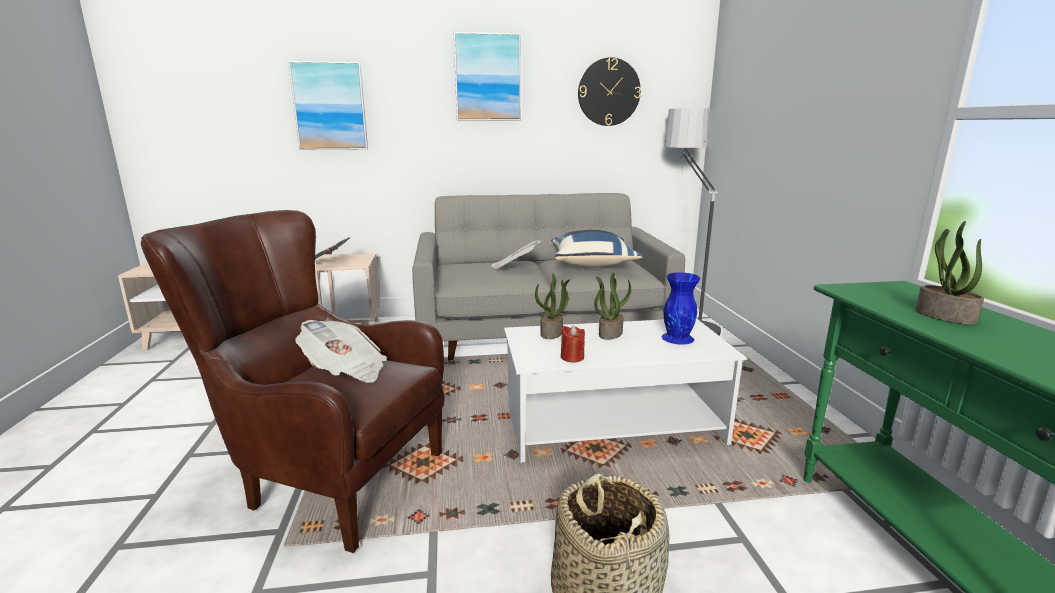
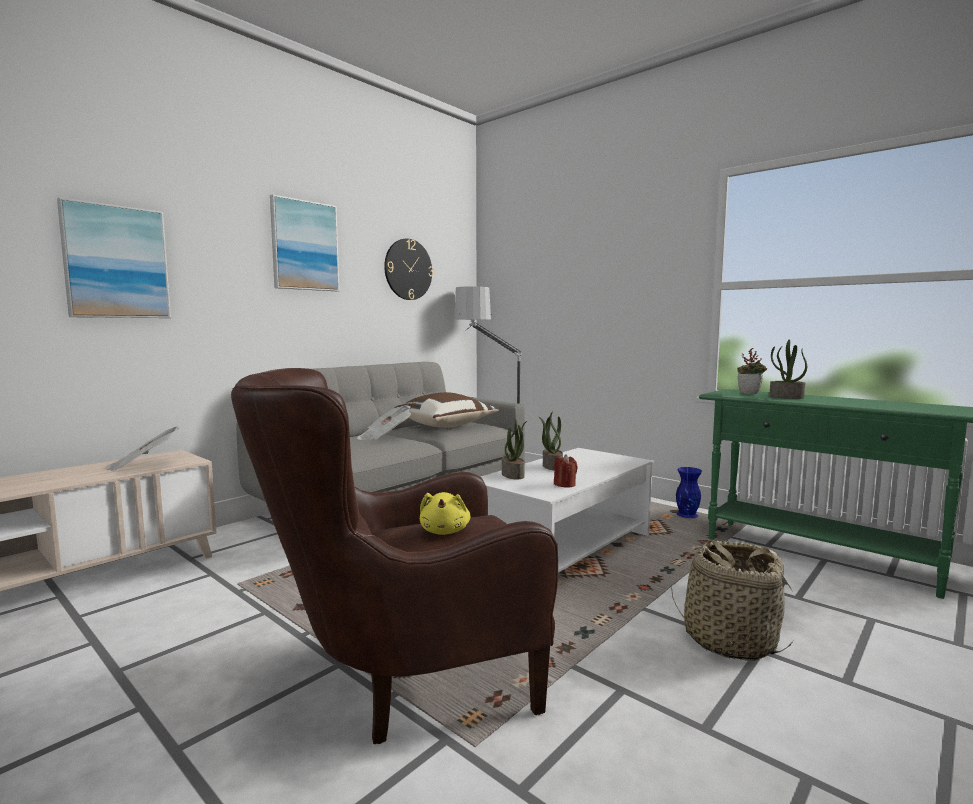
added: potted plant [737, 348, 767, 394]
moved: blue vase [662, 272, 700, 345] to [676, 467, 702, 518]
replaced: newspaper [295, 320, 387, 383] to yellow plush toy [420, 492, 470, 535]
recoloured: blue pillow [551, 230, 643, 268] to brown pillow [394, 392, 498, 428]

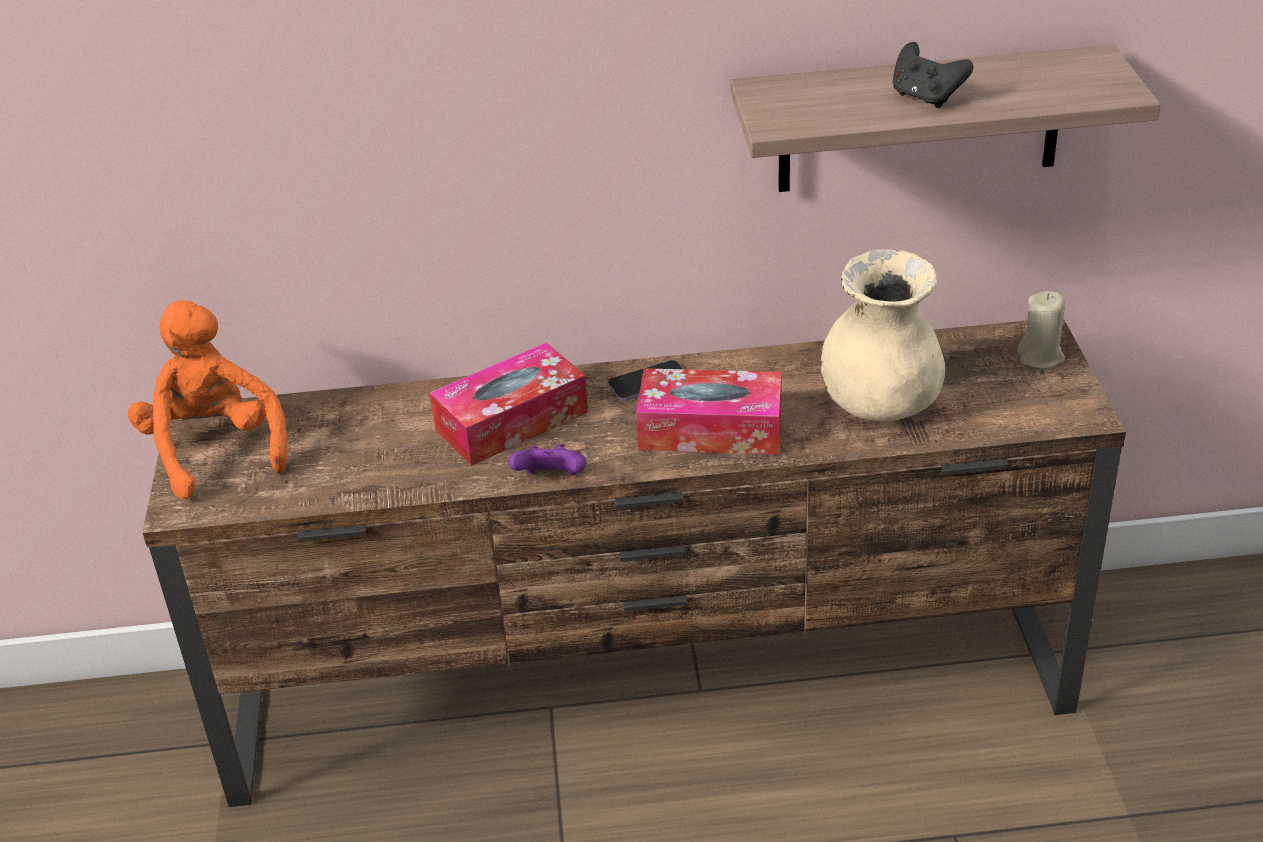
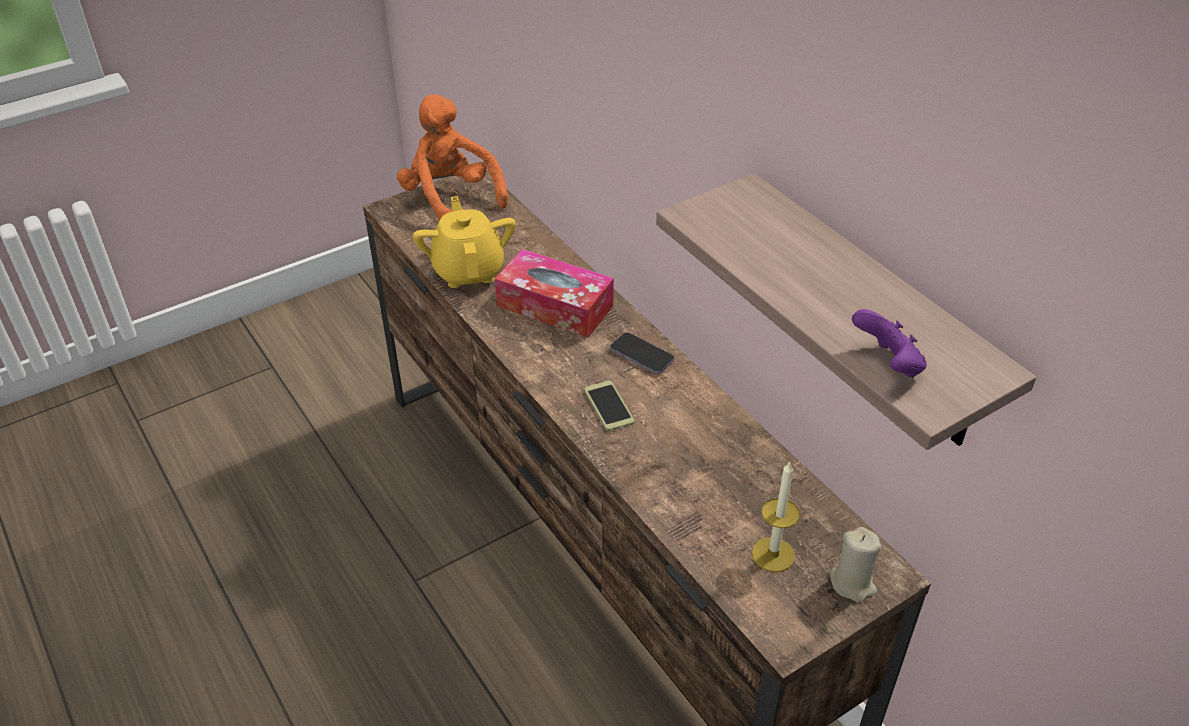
removed: beige vase [820, 250, 945, 421]; black game controller [893, 42, 973, 108]
added: yellow teapot [413, 196, 516, 288]; candle [752, 461, 800, 572]
moved: purple game controller [508, 444, 586, 475] to [852, 309, 927, 378]
replaced: tissue box [636, 368, 782, 455] to phone [584, 381, 634, 431]
turned: orange plush toy [128, 300, 287, 499] = [397, 94, 508, 221] 75 degrees counterclockwise

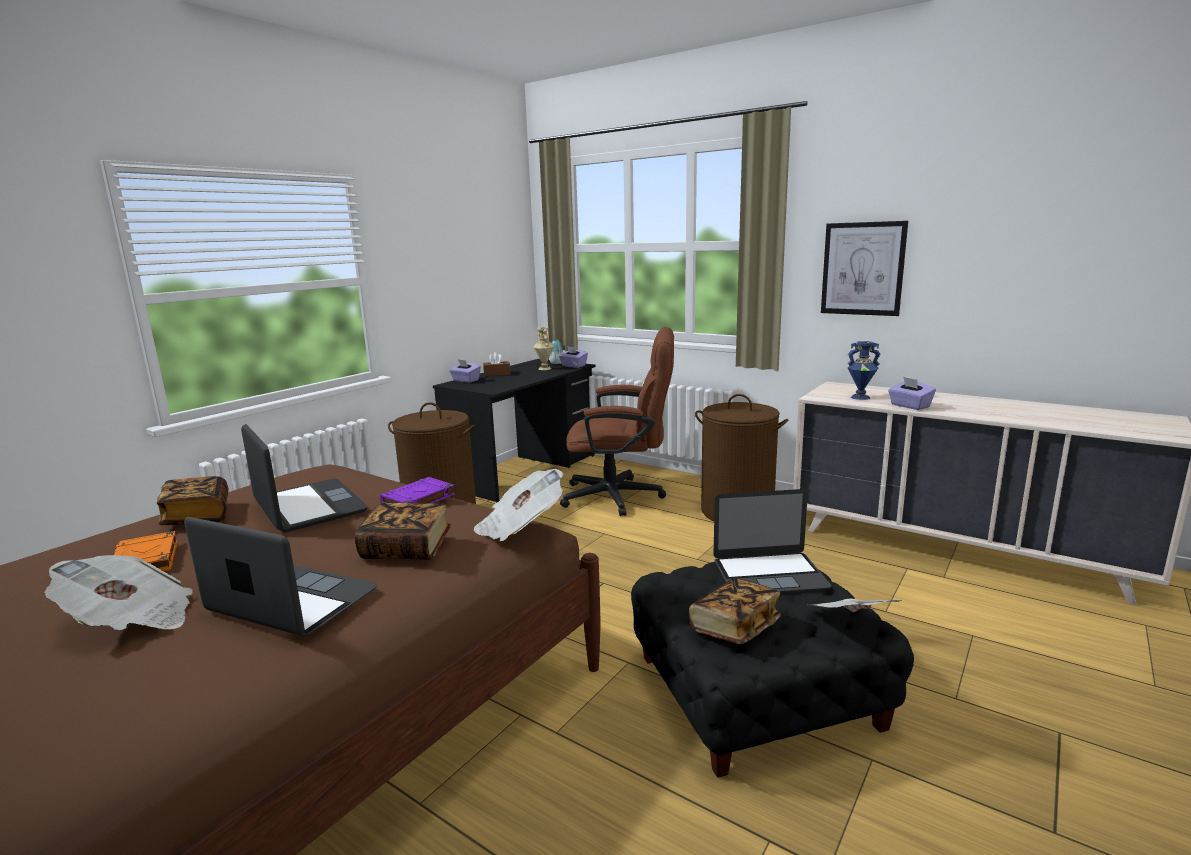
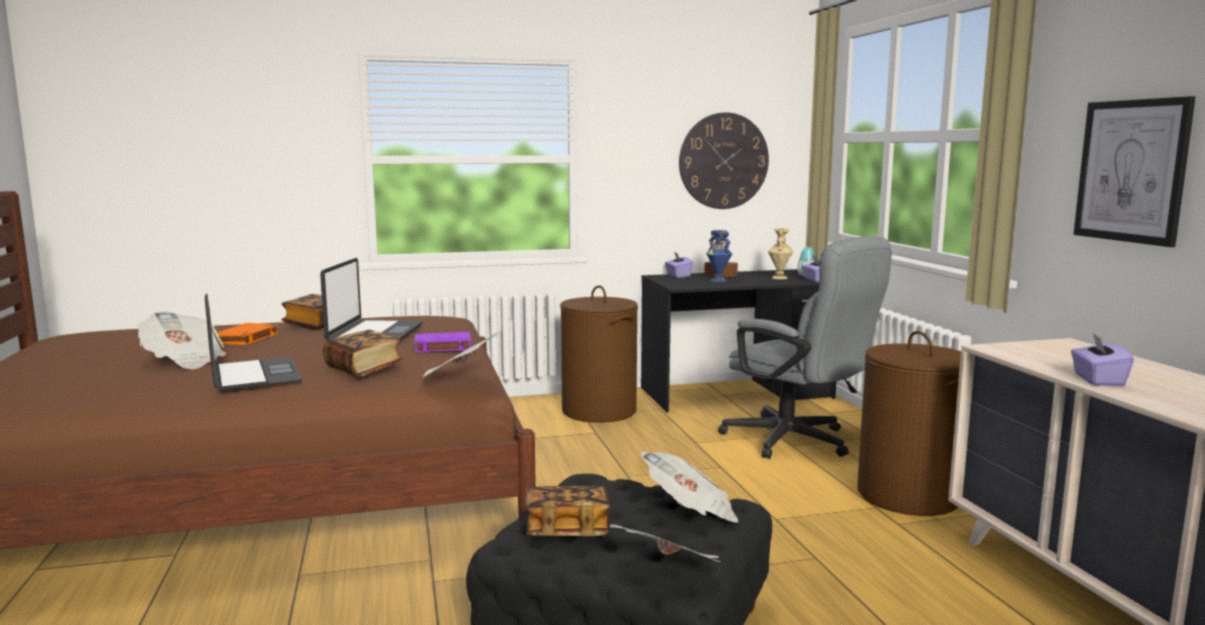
added: wall clock [679, 113, 769, 209]
moved: blue vase [847, 341, 881, 400] to [706, 230, 732, 282]
replaced: laptop [714, 489, 831, 592] to newspaper [641, 451, 739, 523]
recoloured: brown office chair [560, 327, 674, 516] to grey office chair [718, 236, 892, 459]

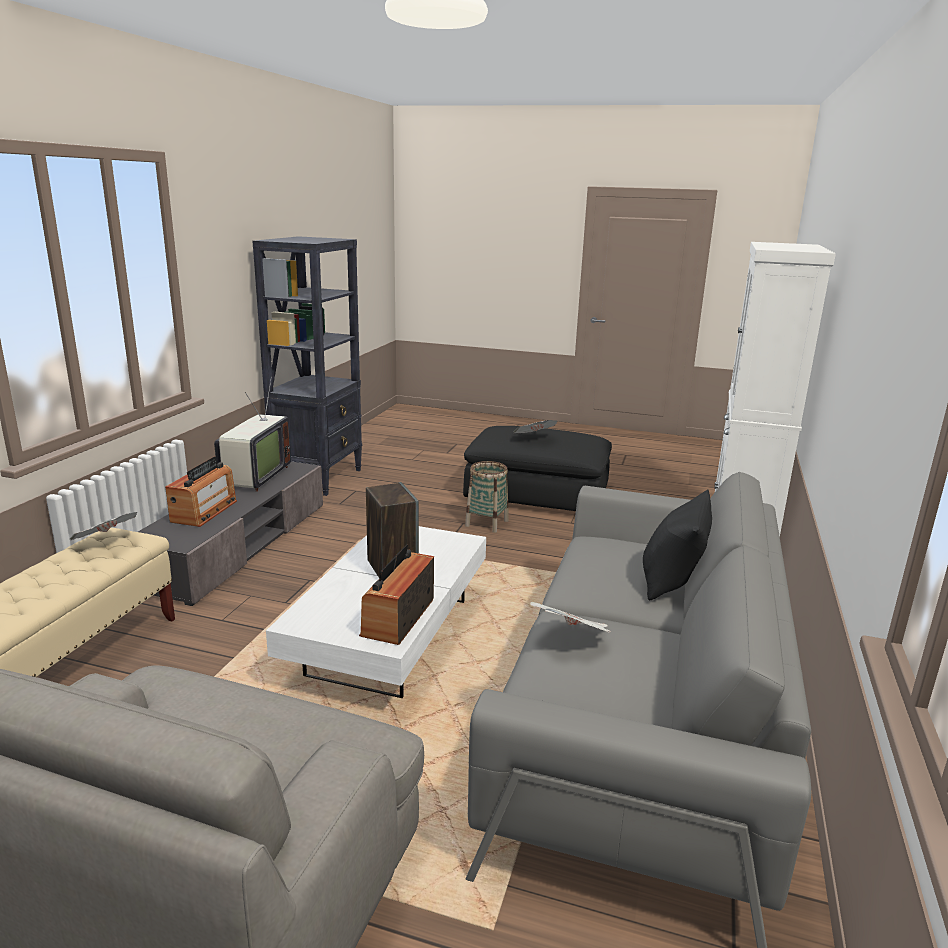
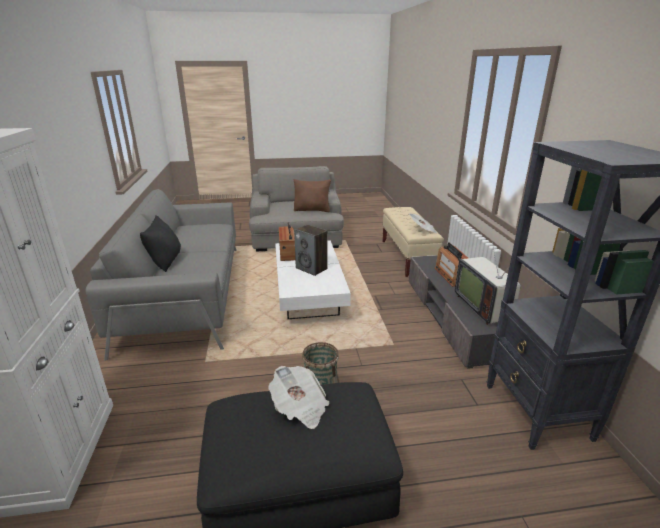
removed: newspaper [530, 602, 611, 633]
added: brown pillow [294, 179, 331, 212]

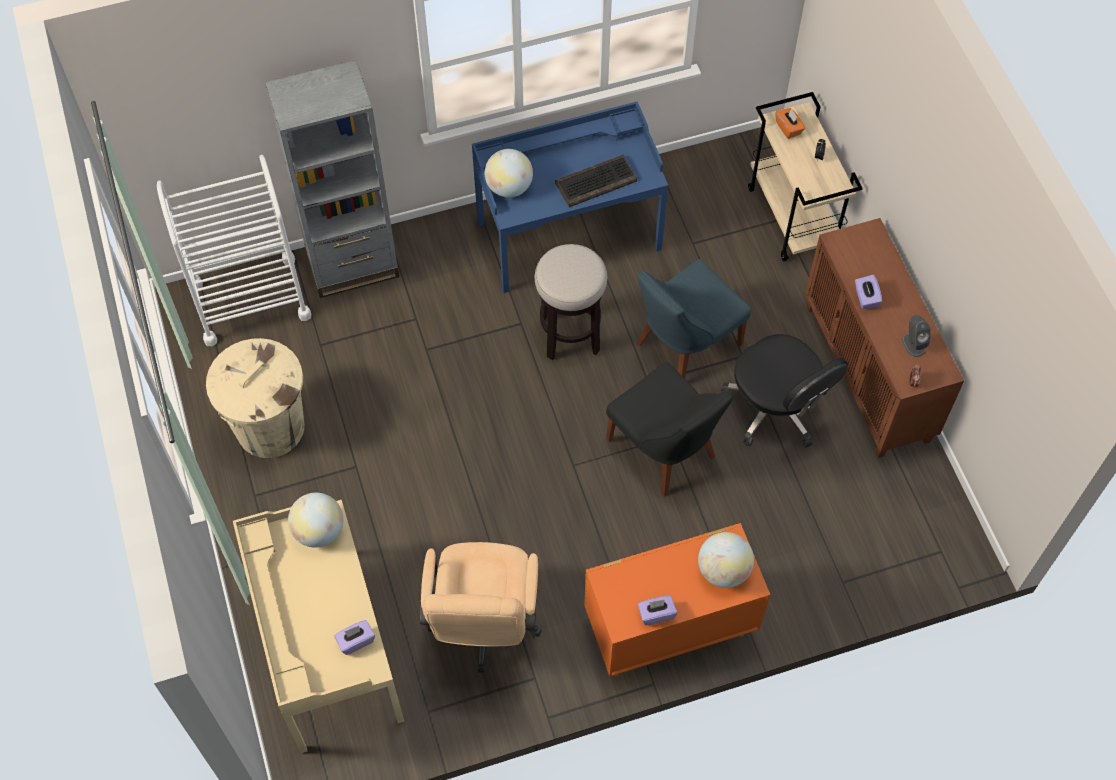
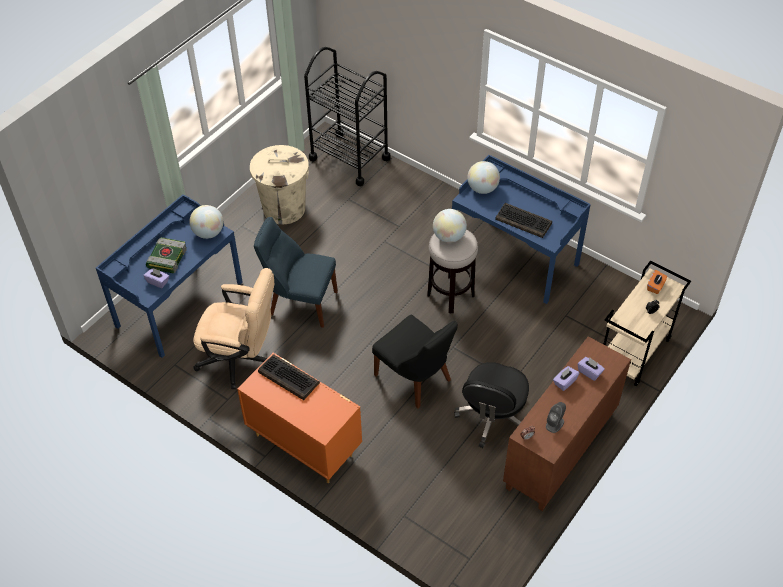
removed: grey bookcase [265, 60, 399, 298]
added: book [146, 237, 187, 273]; keyboard [258, 354, 320, 400]
moved: blue chair [636, 259, 751, 378] to [254, 217, 338, 328]; globe [698, 532, 754, 588] to [433, 209, 467, 243]; purple tissue box [638, 596, 677, 625] to [578, 357, 605, 381]
recoloured: beige desk [233, 500, 404, 753] to blue desk [96, 194, 243, 358]; white cart [157, 155, 311, 346] to black cart [304, 47, 391, 186]
turned: beige office chair [420, 542, 542, 673] = [193, 268, 274, 389] 135 degrees counterclockwise; black chair [606, 362, 733, 497] = [372, 315, 458, 409] 60 degrees counterclockwise

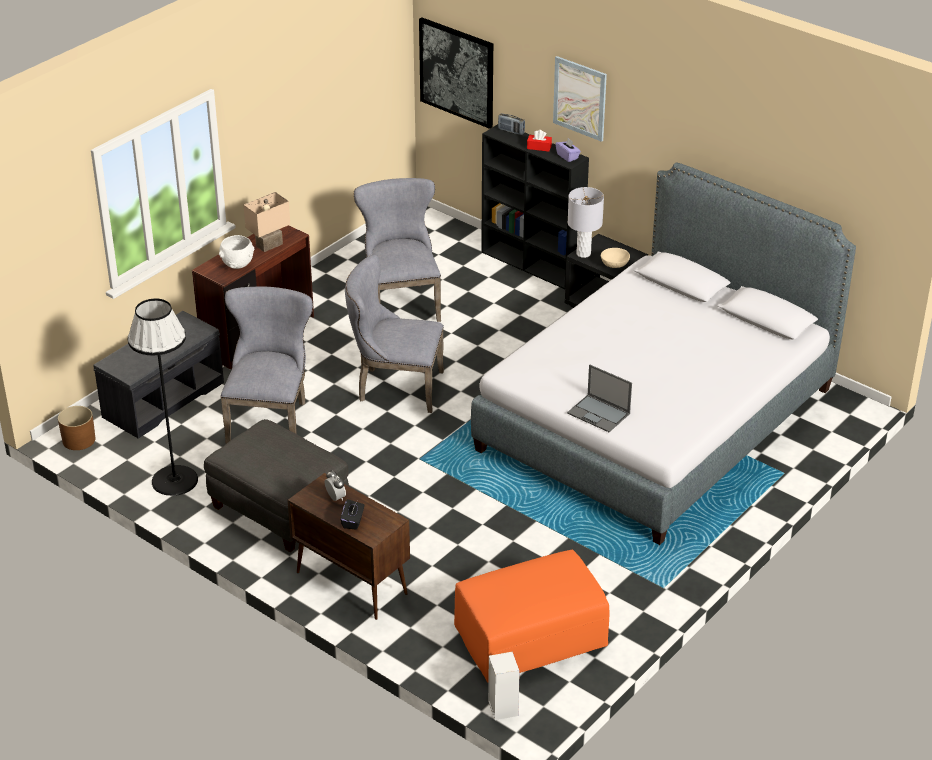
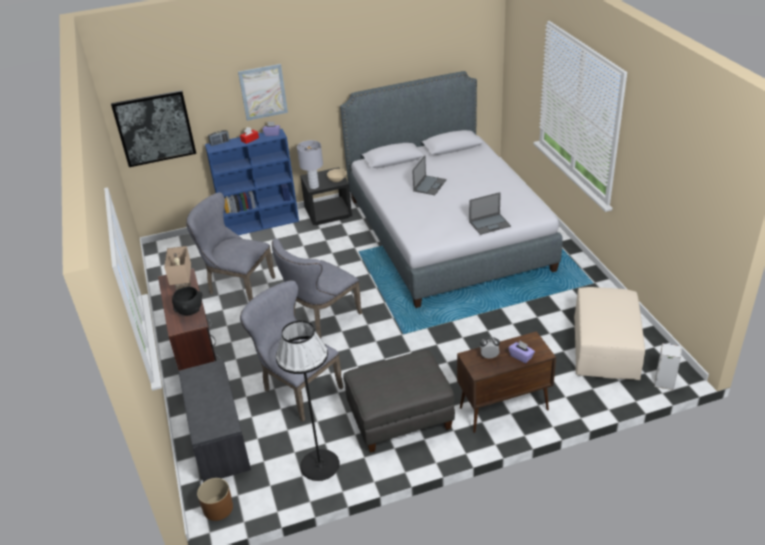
added: laptop [412, 155, 447, 195]
recoloured: white bowl [219, 235, 254, 269] to black bowl [172, 287, 203, 315]; black bookcase [481, 124, 589, 289] to blue bookcase [205, 129, 299, 235]; black tissue box [340, 499, 364, 530] to purple tissue box [509, 341, 535, 363]; orange ottoman [454, 550, 610, 682] to beige ottoman [574, 287, 645, 380]

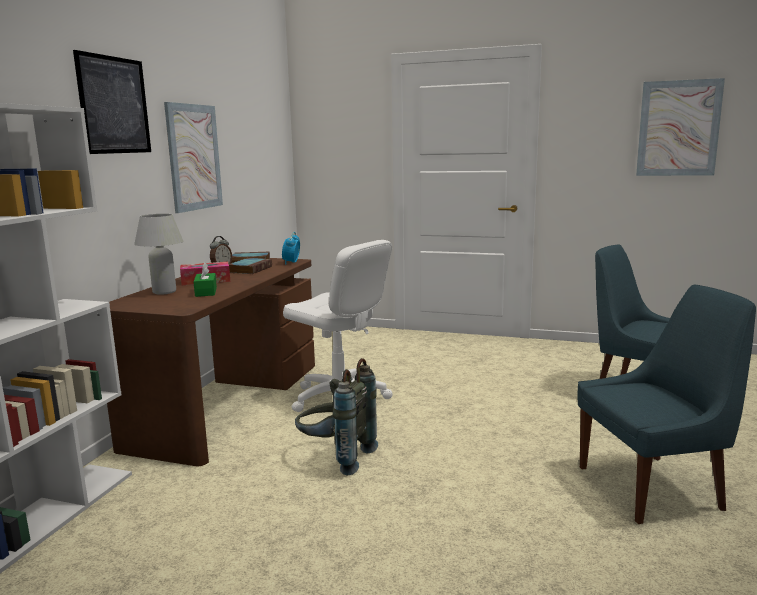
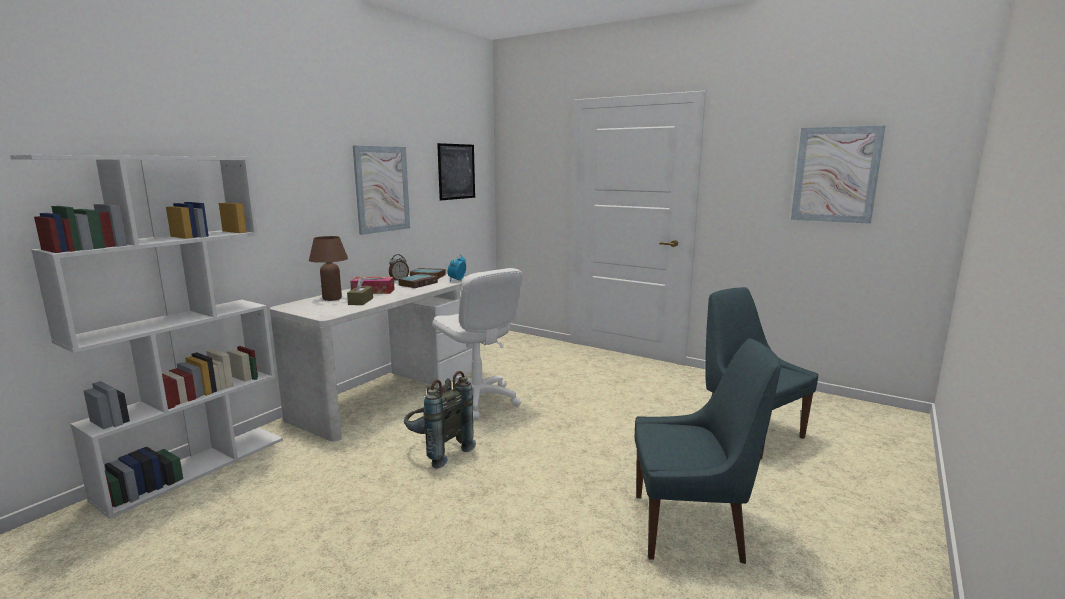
moved: picture [73, 50, 151, 154] to [437, 143, 475, 201]
recoloured: brown desk [107, 258, 315, 467] to white desk [270, 274, 473, 442]; white table lamp [134, 214, 183, 295] to brown table lamp [309, 236, 348, 301]; green tissue box [193, 262, 217, 297] to brown tissue box [347, 277, 373, 305]

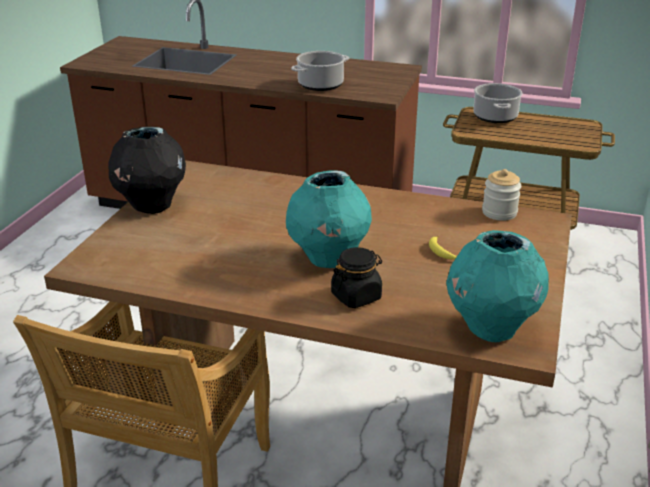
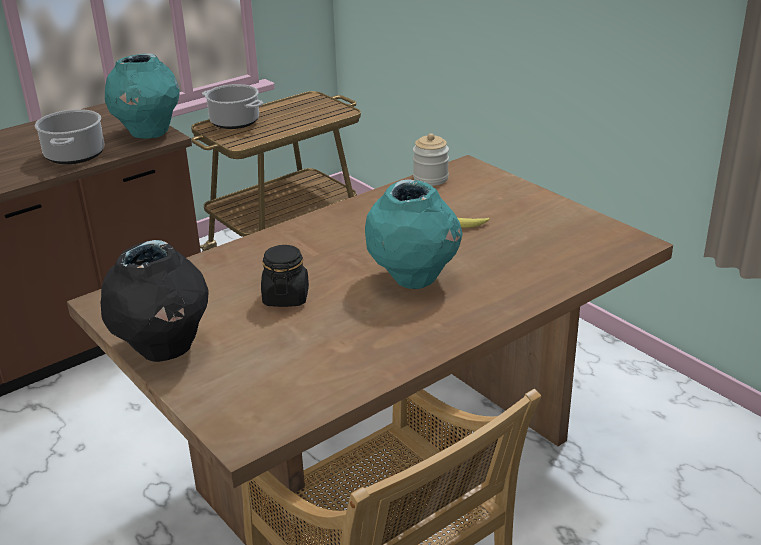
moved: turquoise vase [446, 230, 549, 342] to [105, 53, 180, 139]; black jar [331, 247, 382, 308] to [261, 245, 309, 307]

